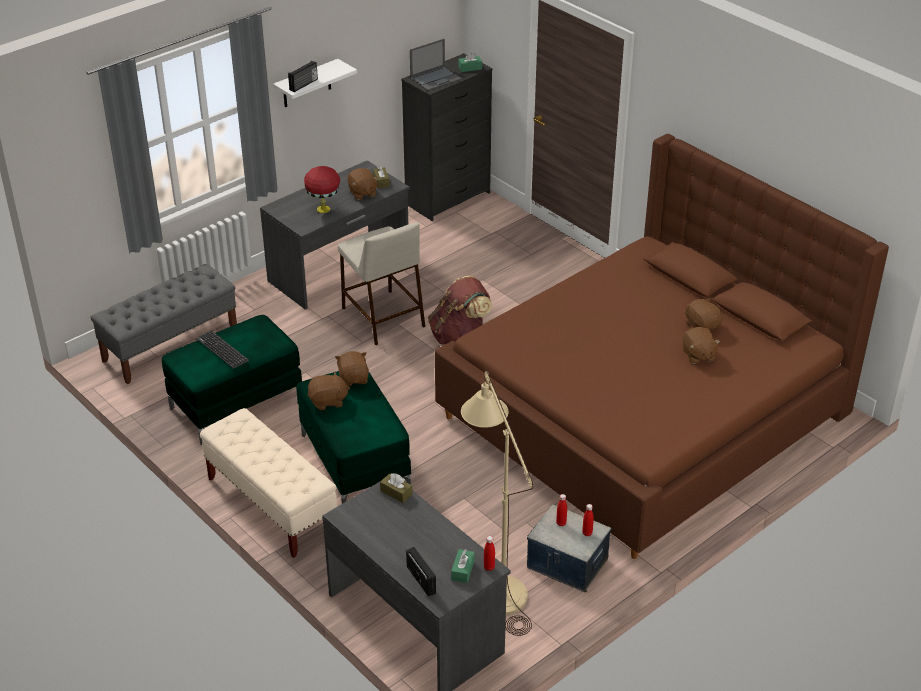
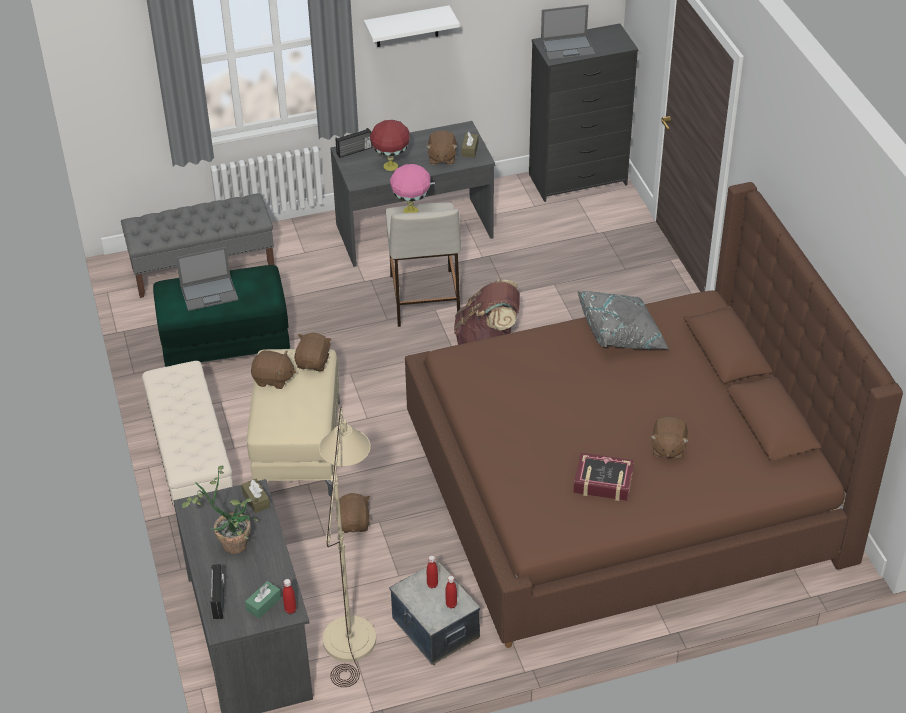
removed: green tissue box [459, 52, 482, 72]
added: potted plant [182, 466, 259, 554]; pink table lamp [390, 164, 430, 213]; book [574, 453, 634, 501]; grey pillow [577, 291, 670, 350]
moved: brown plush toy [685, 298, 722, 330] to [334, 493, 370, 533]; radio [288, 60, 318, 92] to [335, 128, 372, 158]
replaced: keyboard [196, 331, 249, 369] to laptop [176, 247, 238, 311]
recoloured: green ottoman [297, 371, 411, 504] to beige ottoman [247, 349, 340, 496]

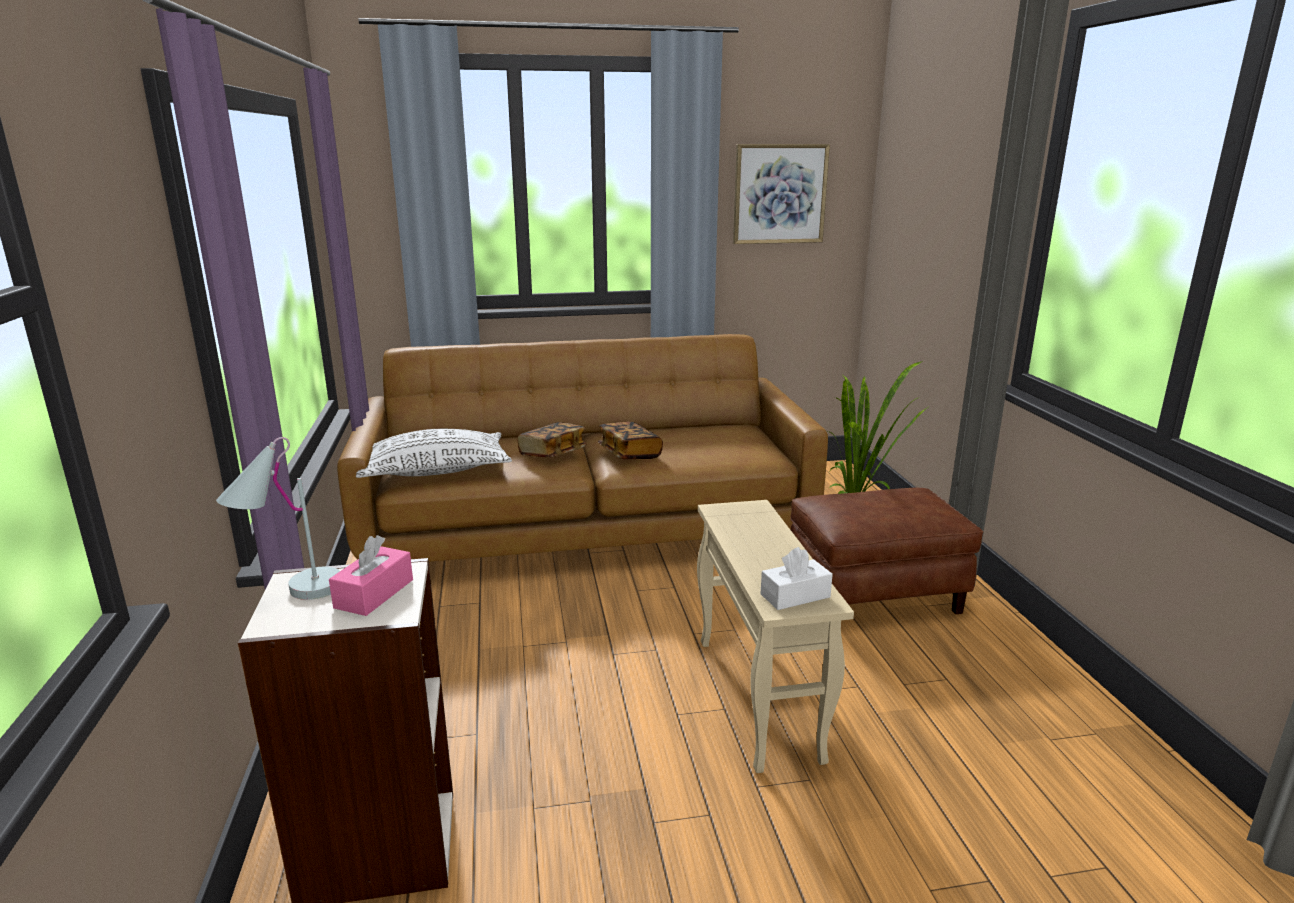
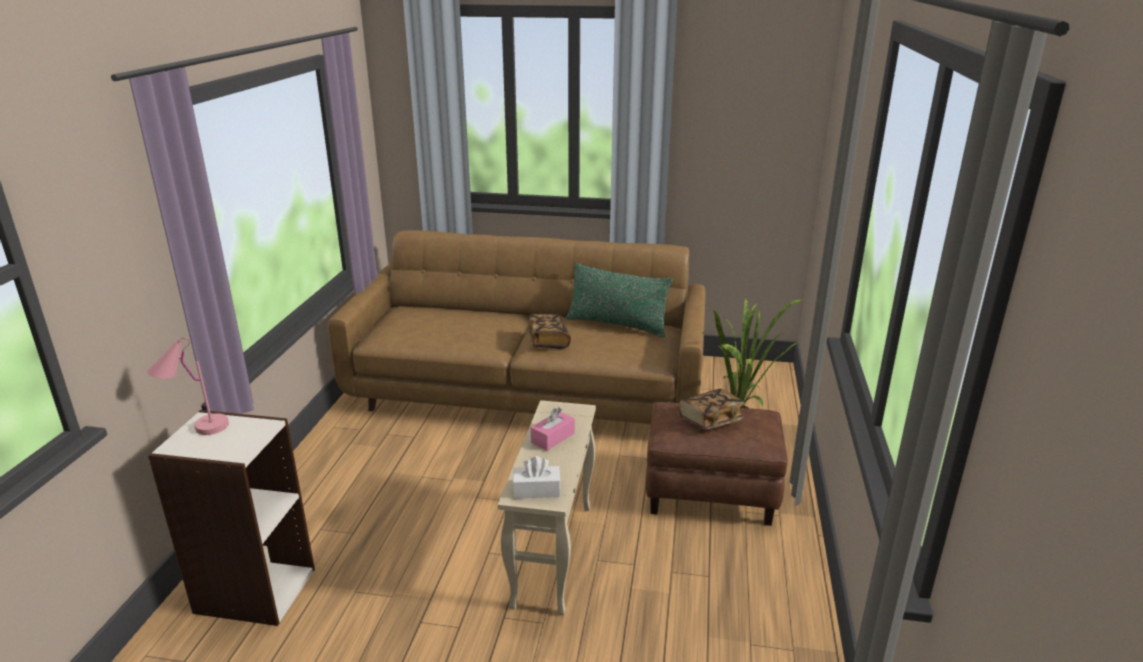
removed: white pillow [356, 429, 512, 478]; picture [733, 144, 830, 244]
added: green pillow [567, 263, 673, 337]
moved: pink tissue box [329, 535, 413, 616] to [531, 407, 575, 451]; book [517, 422, 586, 458] to [679, 389, 745, 430]
recoloured: white table lamp [216, 437, 340, 600] to pink table lamp [147, 337, 229, 435]

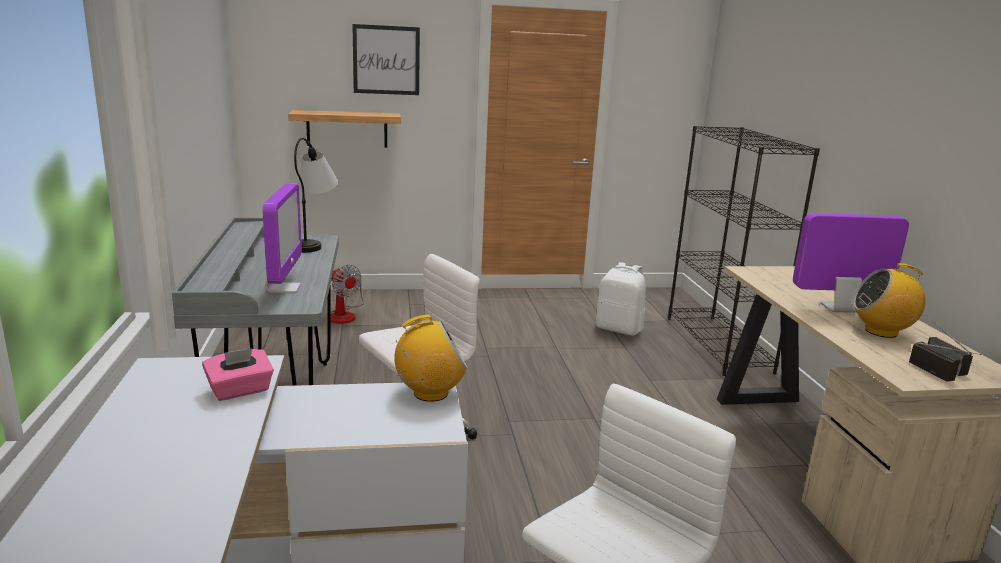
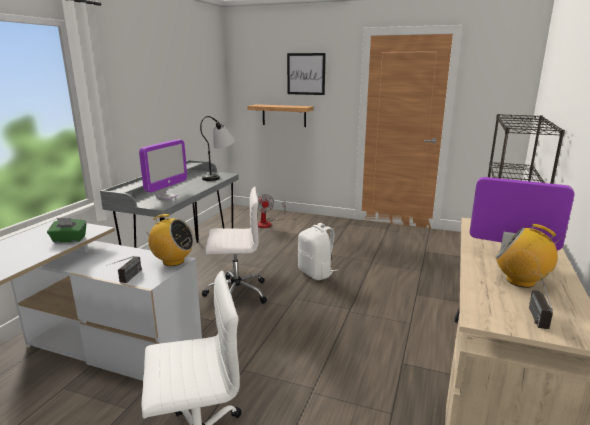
moved: radio [909, 342, 981, 382] to [109, 256, 142, 283]; white backpack [596, 262, 646, 335] to [298, 223, 337, 280]
recoloured: pink tissue box [202, 349, 274, 401] to green tissue box [47, 218, 87, 243]

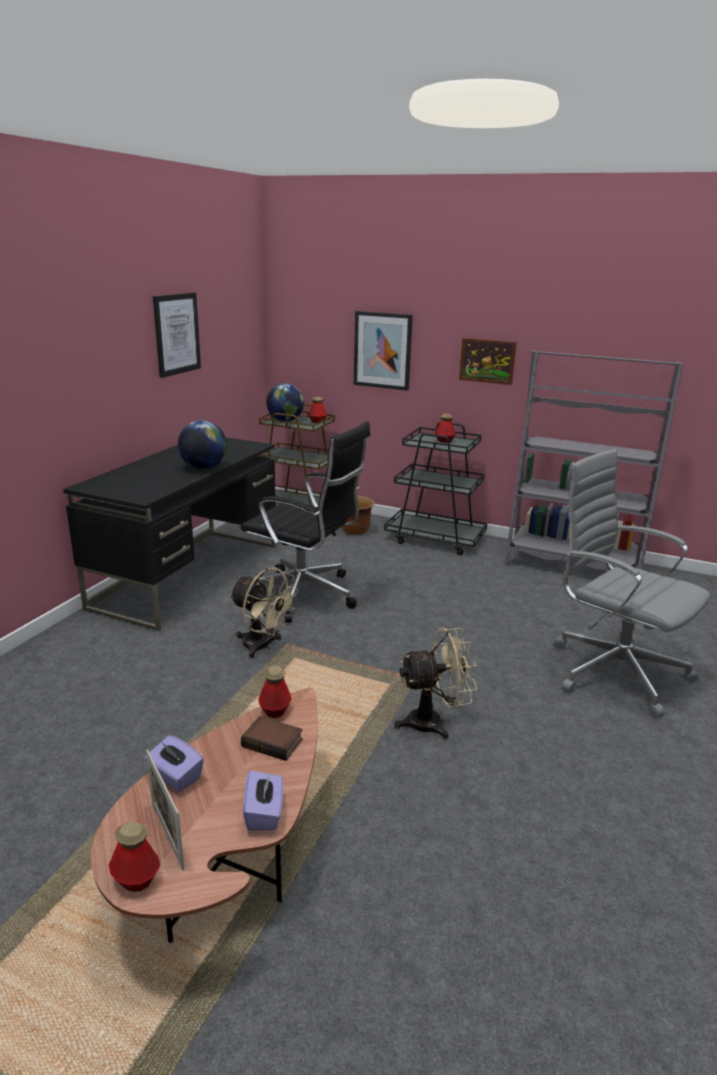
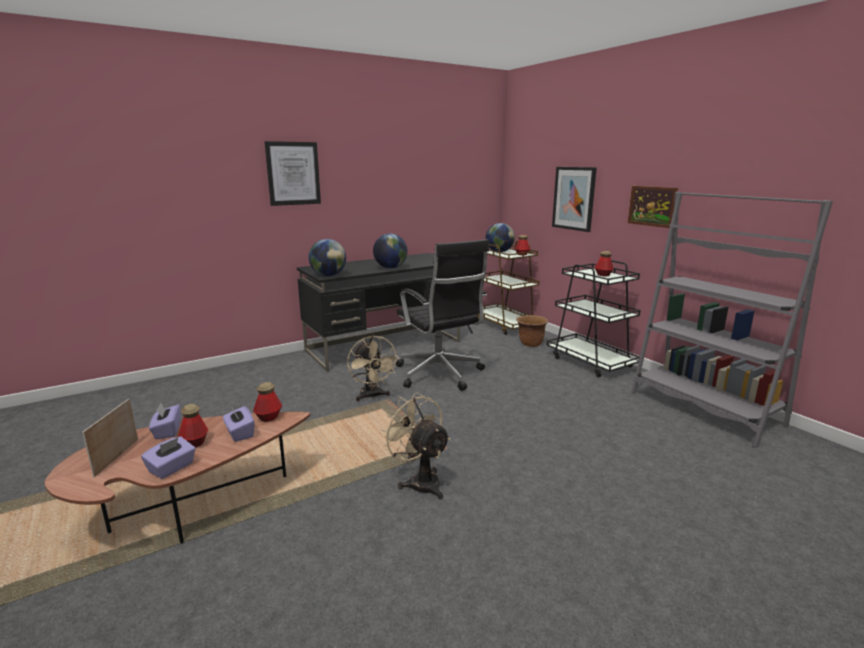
removed: grey office chair [554, 449, 710, 718]
added: globe [309, 239, 346, 276]
moved: bottle [109, 822, 161, 892] to [178, 404, 208, 448]; picture [153, 293, 201, 378] to [264, 141, 321, 206]
replaced: book [241, 716, 303, 761] to purple tissue box [223, 406, 254, 442]
turned: beige fan [394, 628, 477, 739] = [379, 392, 451, 500] 150 degrees counterclockwise

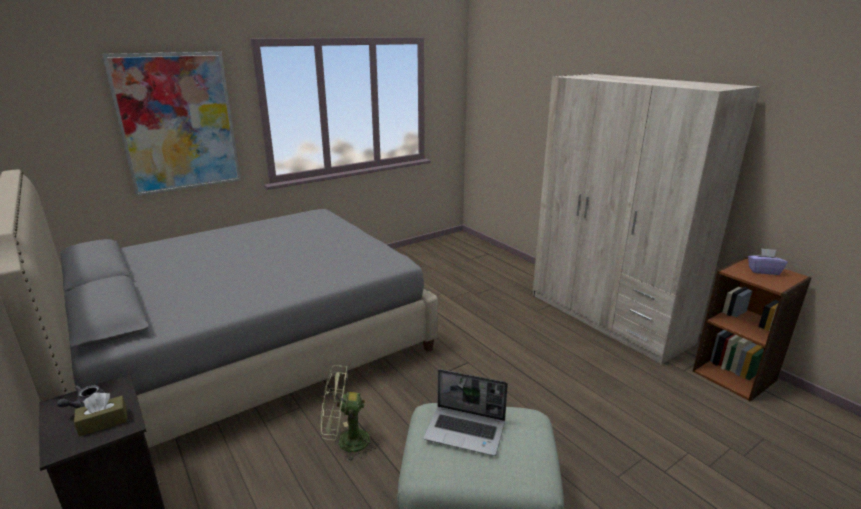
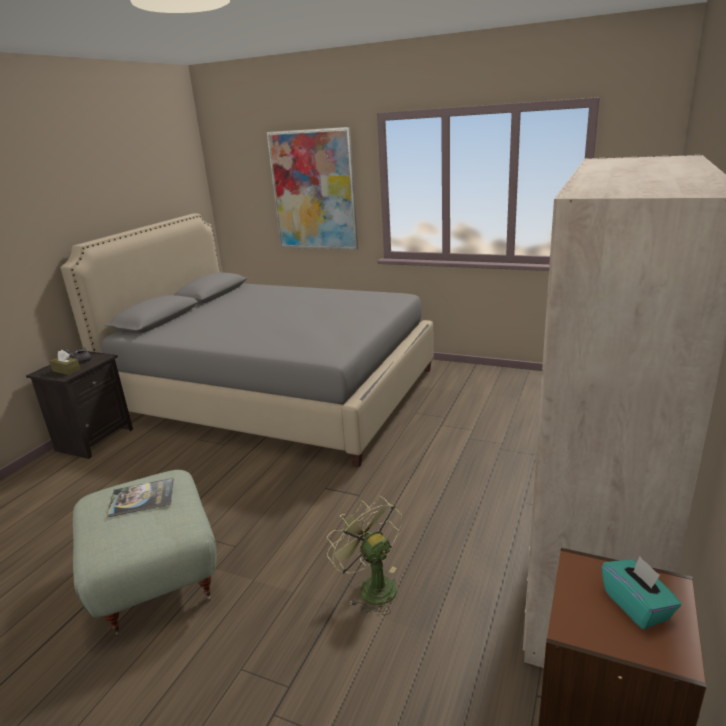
moved: green fan [321, 365, 379, 462] to [327, 496, 402, 615]
replaced: laptop [423, 369, 508, 456] to book [107, 478, 174, 517]
recoloured: purple tissue box [748, 248, 788, 275] to turquoise tissue box [602, 556, 681, 629]

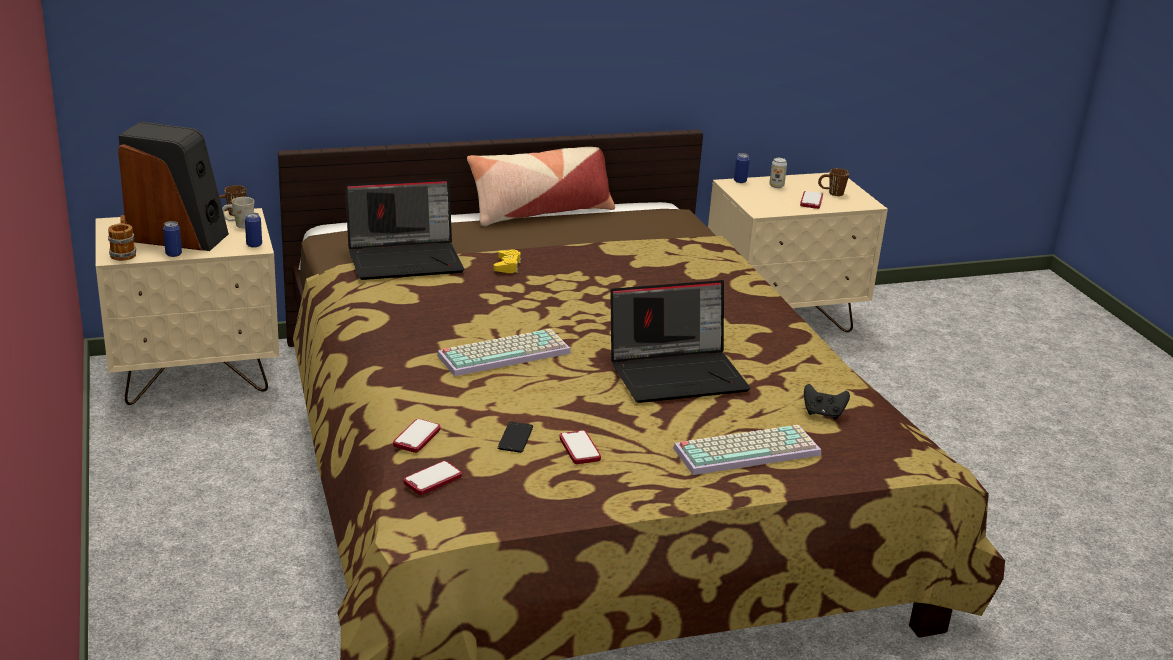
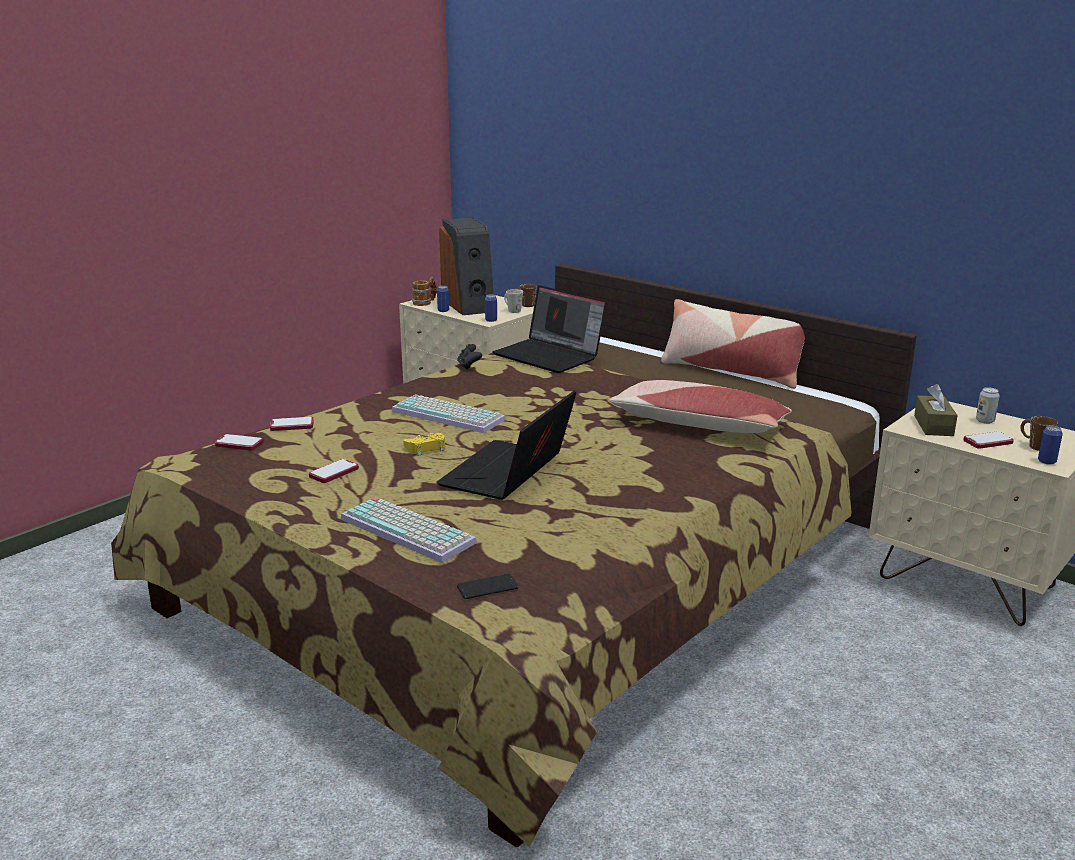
added: pillow [609, 380, 792, 433]; brown tissue box [914, 384, 958, 436]
moved: yellow game controller [493, 250, 521, 273] to [403, 433, 445, 455]; black game controller [804, 384, 850, 419] to [457, 344, 482, 370]; phone [498, 422, 533, 453] to [457, 574, 519, 599]; can [734, 153, 750, 183] to [1038, 425, 1063, 465]
turned: laptop [610, 280, 751, 403] = [436, 390, 577, 500] 75 degrees clockwise

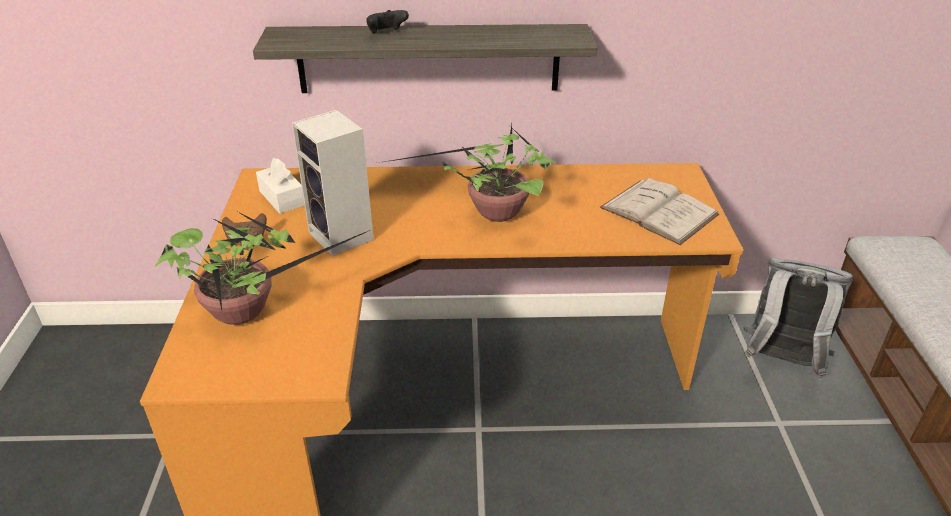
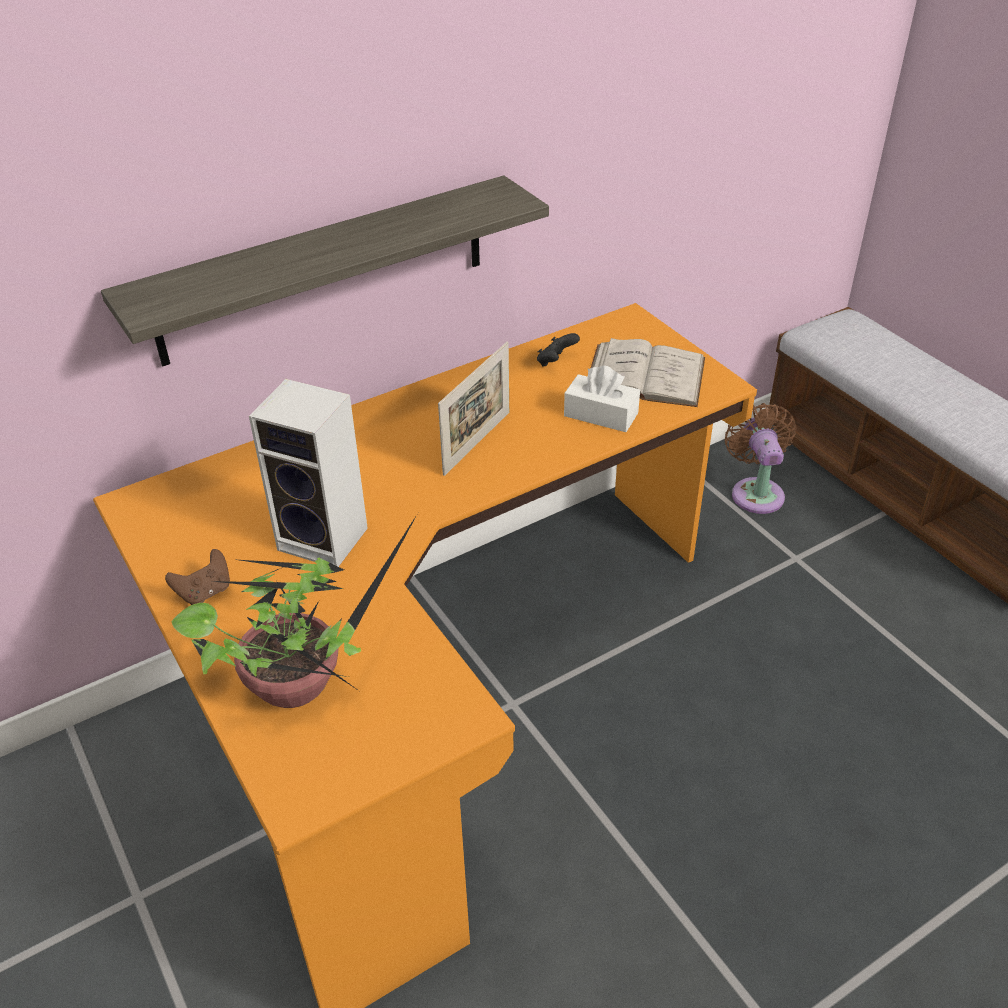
moved: black game controller [366, 10, 409, 34] to [537, 333, 580, 367]; white tissue box [256, 158, 305, 214] to [564, 365, 640, 432]
replaced: potted plant [372, 124, 556, 222] to picture frame [438, 342, 509, 476]; grey backpack [743, 258, 853, 378] to brown fan [724, 403, 796, 514]

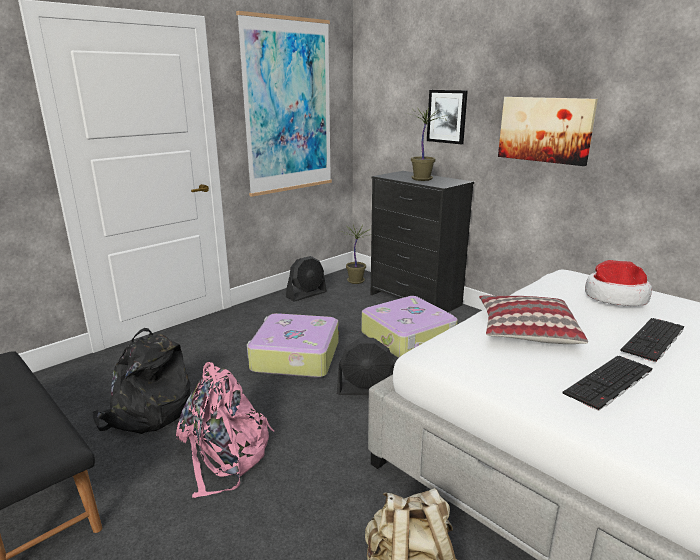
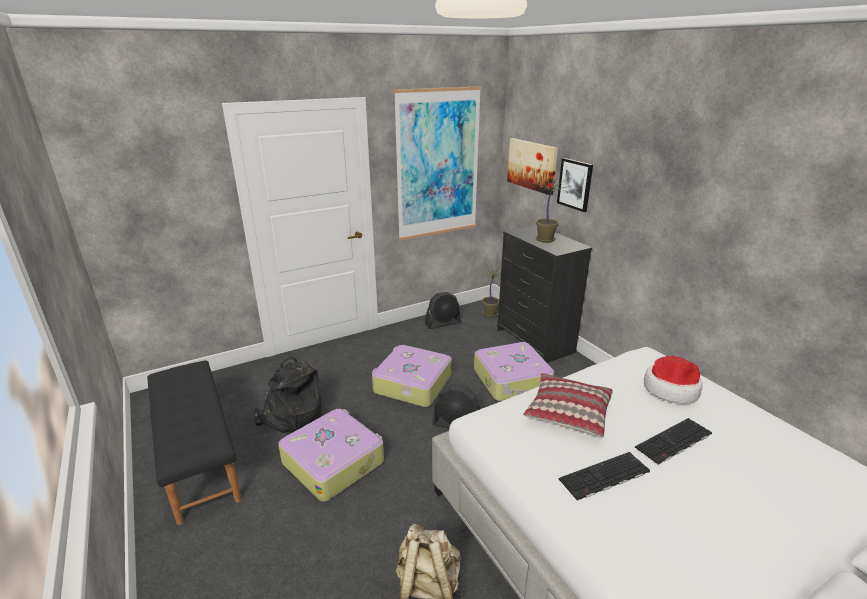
moved: picture [498, 97, 598, 166] to [507, 138, 558, 195]
replaced: pink backpack [176, 362, 274, 498] to suitcase [278, 409, 384, 502]

